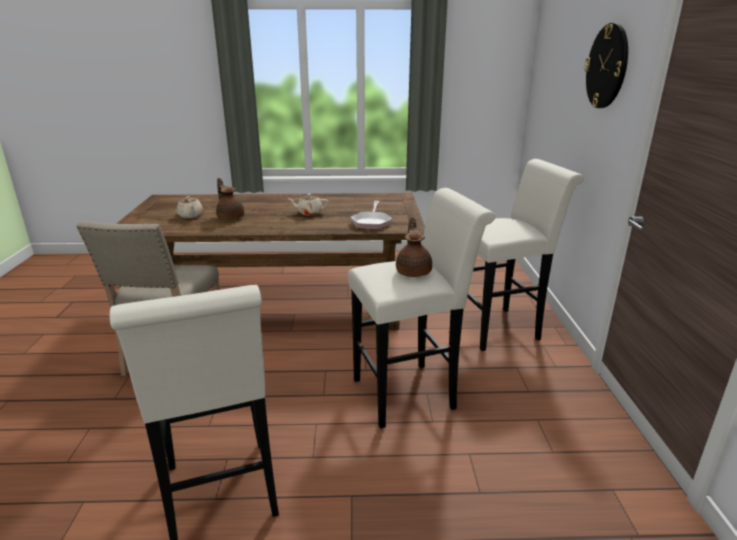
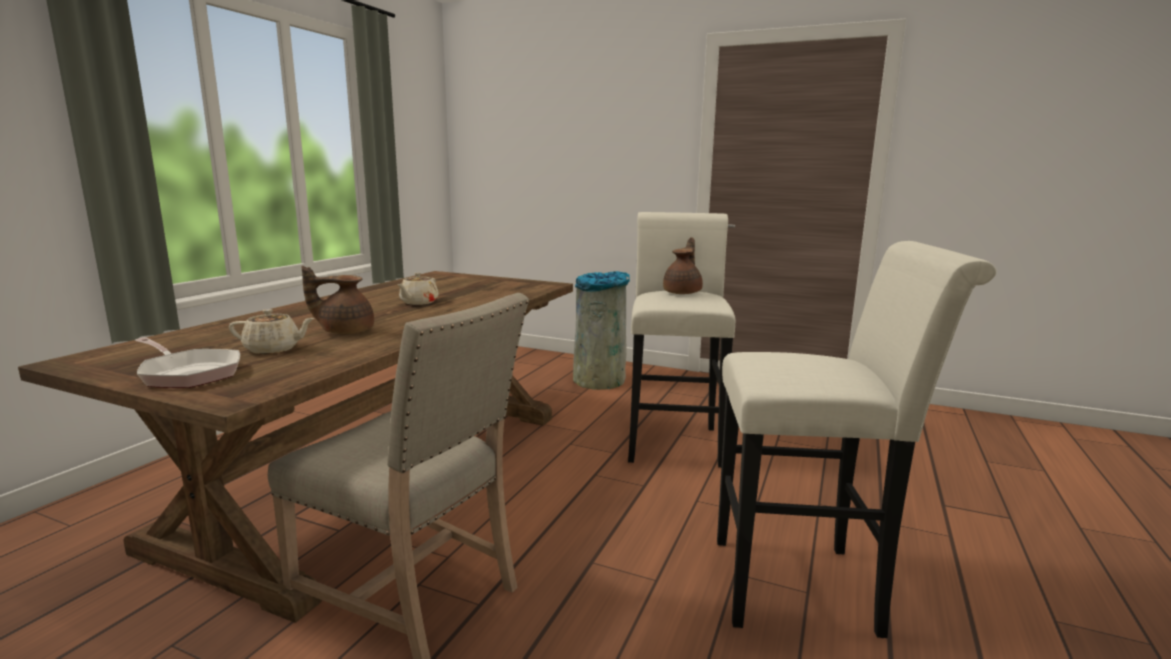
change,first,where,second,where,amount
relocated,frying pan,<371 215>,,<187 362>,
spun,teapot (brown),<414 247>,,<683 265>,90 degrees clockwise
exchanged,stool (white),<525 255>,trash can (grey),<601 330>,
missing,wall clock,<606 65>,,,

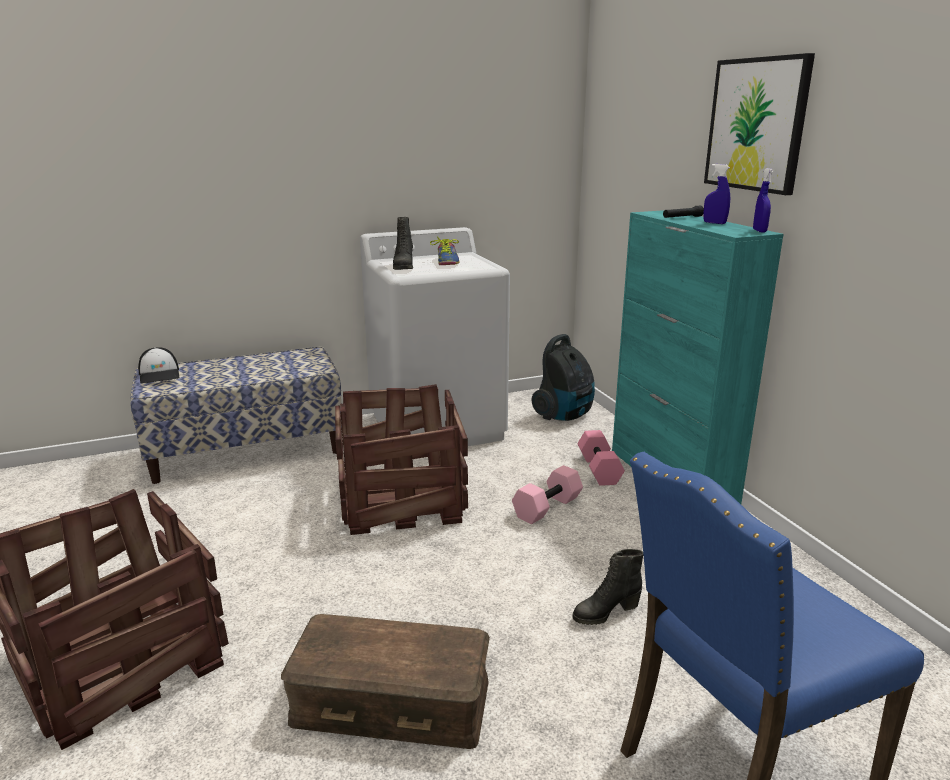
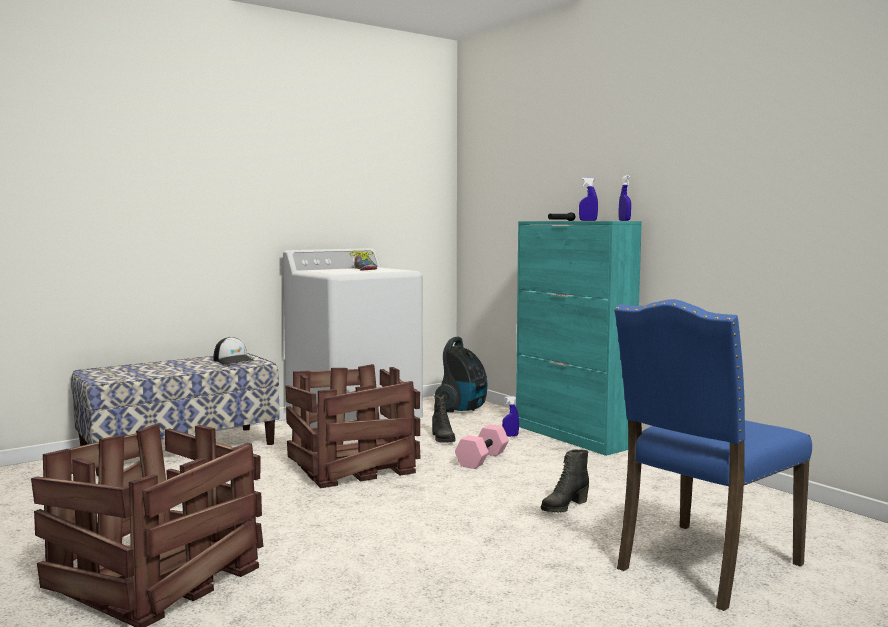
change,first,where,second,where,amount
relocated,cap,<158 365>,,<234 351>,
missing,storage box (brown),<385 681>,,,
relocated,boot (black),<403 243>,,<444 419>,
exchanged,dumbbell (pink),<601 458>,spray bottle (blue),<510 416>,
missing,picture,<759 124>,,,

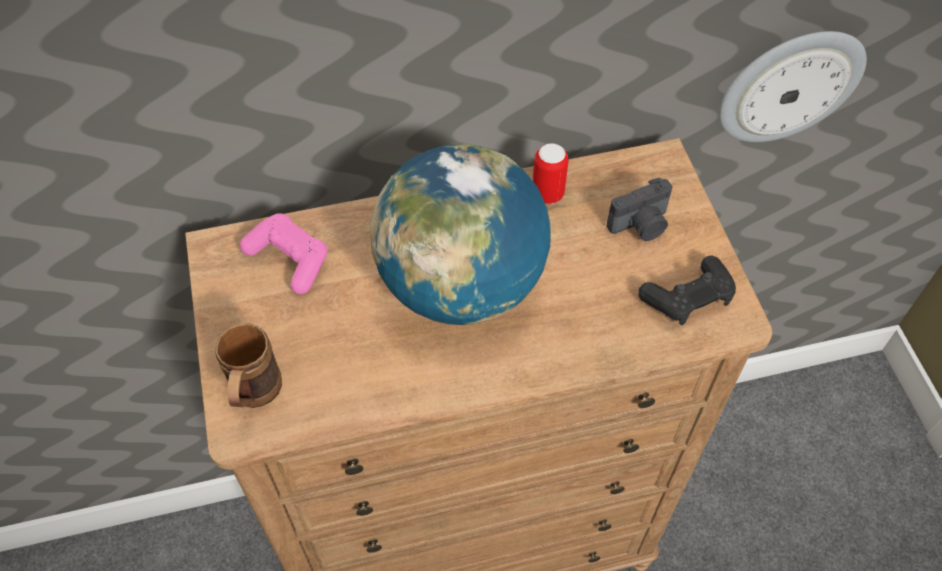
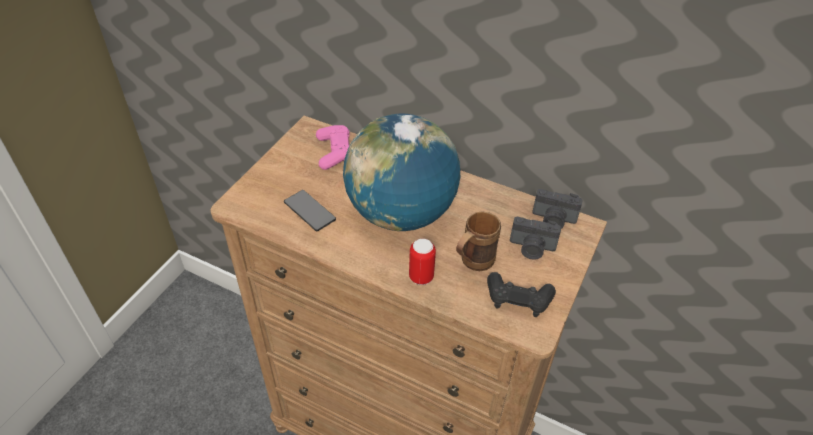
change,first,where,second,where,amount
relocated,mug (brown),<249 365>,,<478 241>,
relocated,can,<551 173>,,<422 261>,
missing,wall clock,<793 86>,,,
appeared,,,phone,<310 210>,
appeared,,,photo camera,<557 209>,

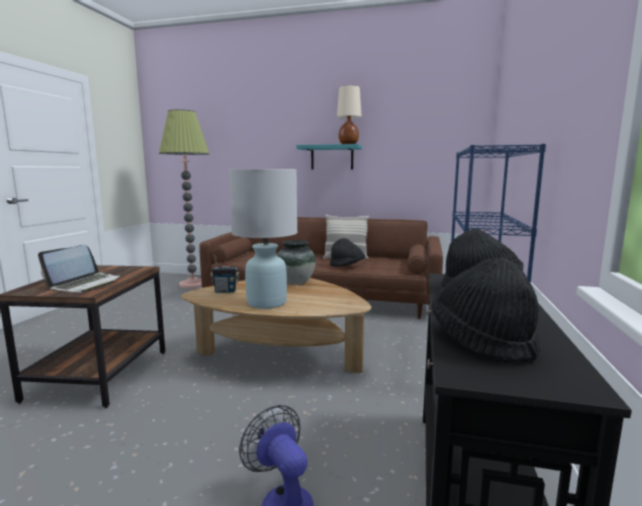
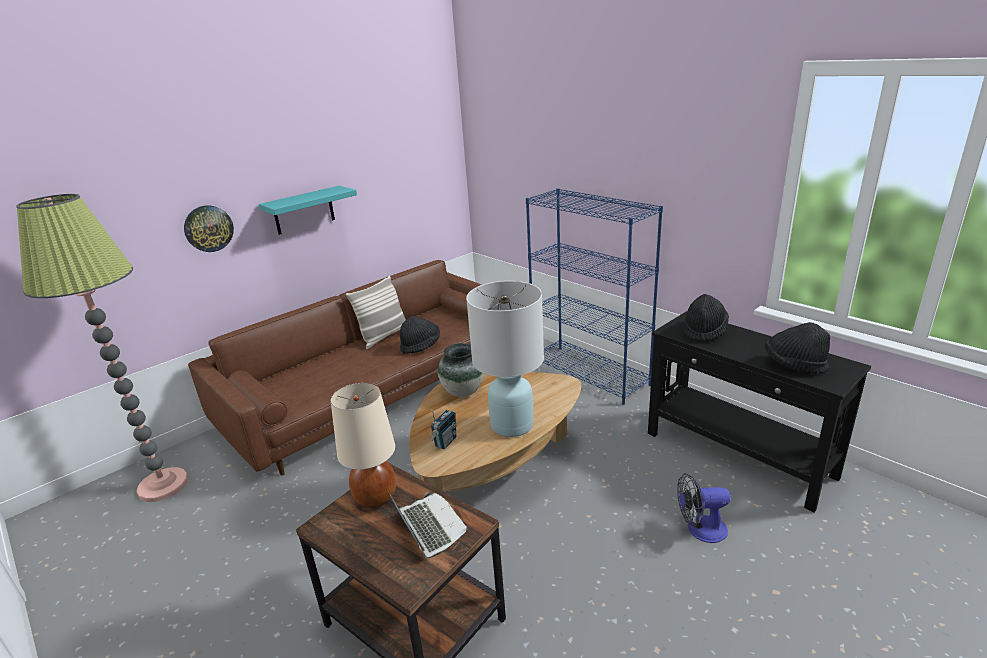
change,first,where,second,where,amount
relocated,table lamp (beige),<349 114>,,<363 445>,
appeared,,,wall clock,<209 228>,

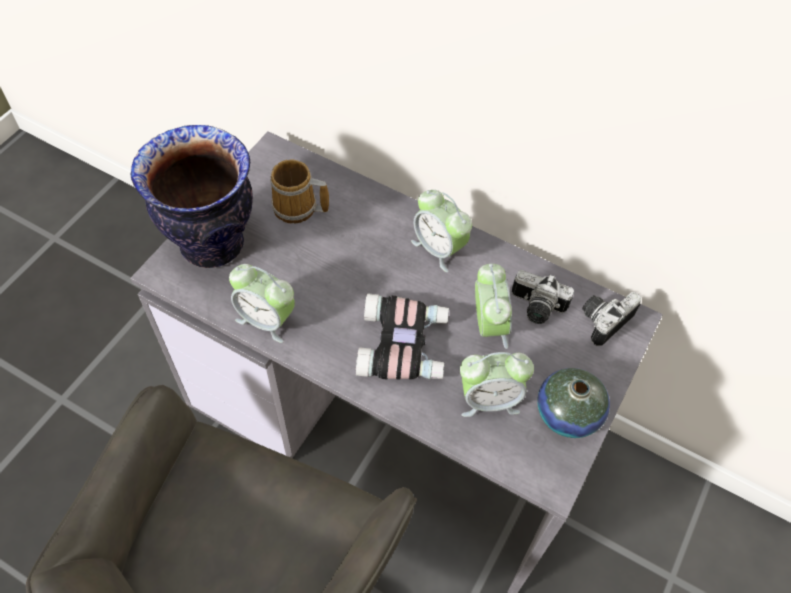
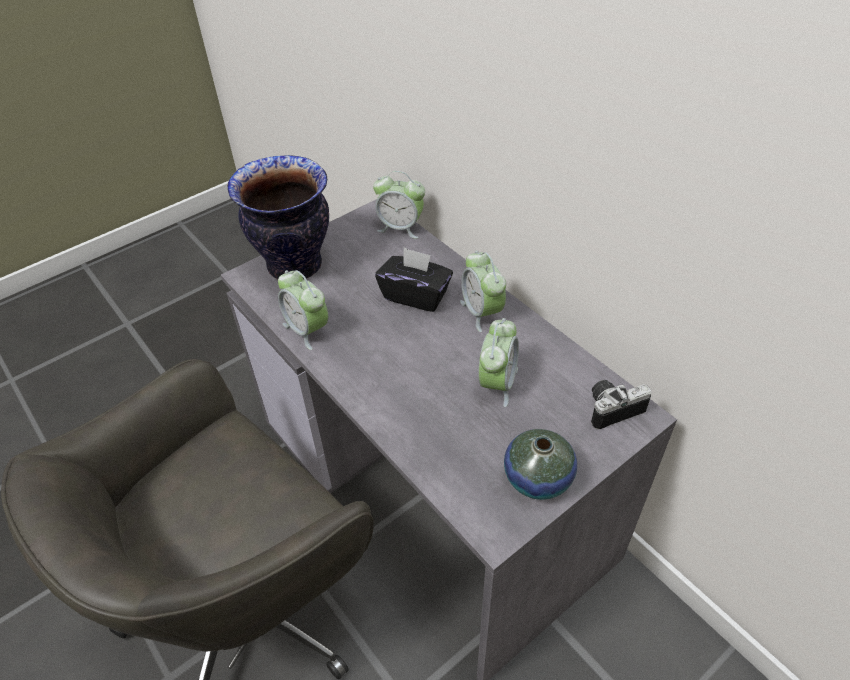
change,first,where,second,where,amount
missing,mug,<299 191>,,,
missing,binoculars,<402 337>,,,
relocated,alarm clock,<497 384>,,<399 205>,
missing,photo camera,<543 297>,,,
appeared,,,tissue box (black),<414 280>,

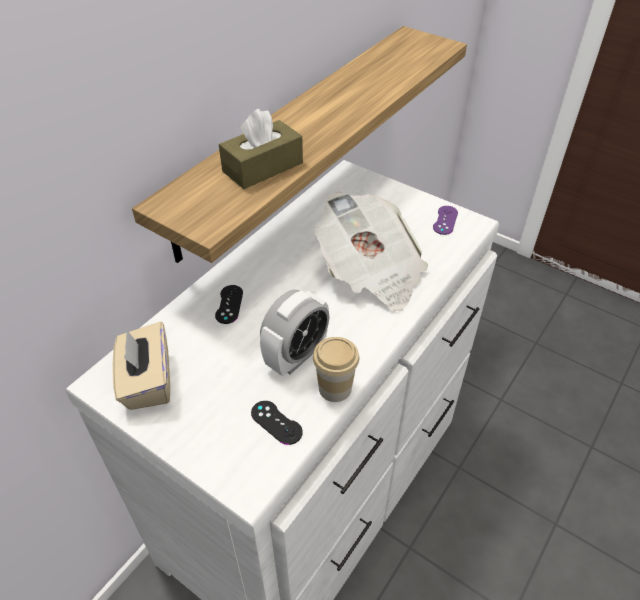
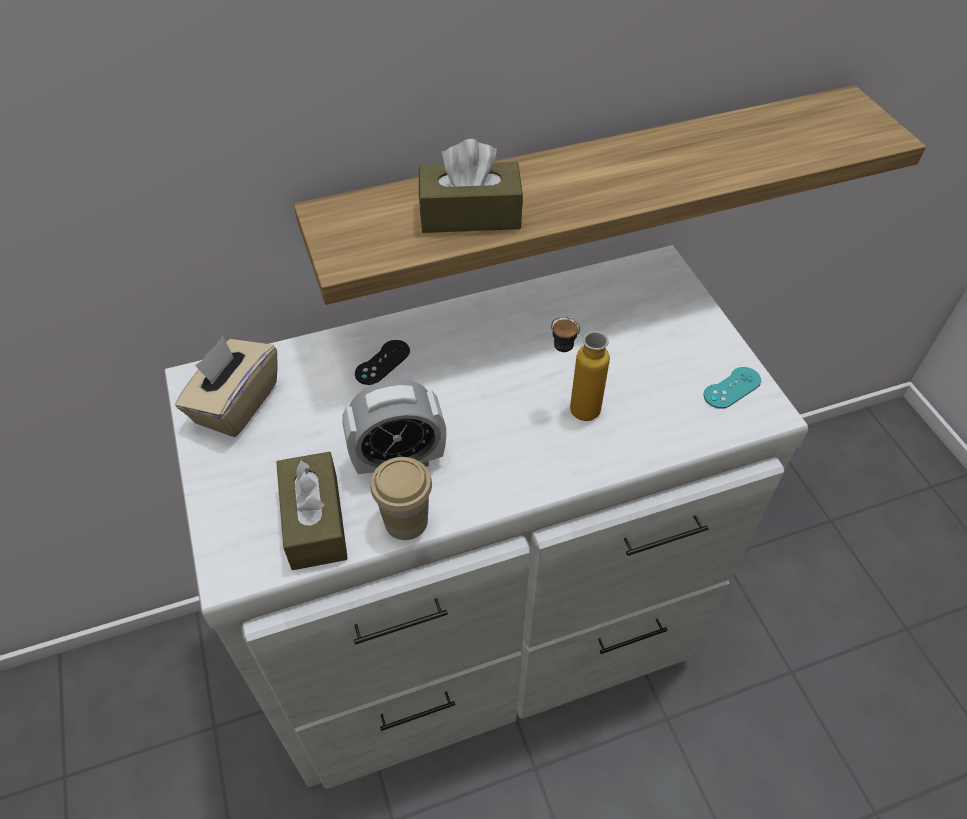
change,first,where,second,where,amount
exchanged,game controller (black),<277 423>,tissue box (brown),<312 511>,
exchanged,newspaper,<371 251>,bottle,<580 368>,
colour,game controller (purple),<445 220>,game controller (turquoise),<732 388>,

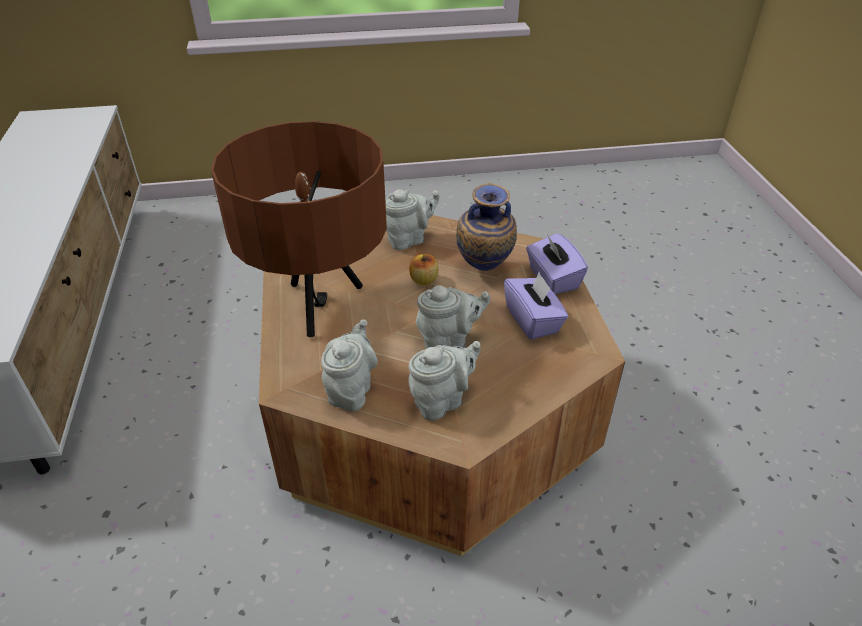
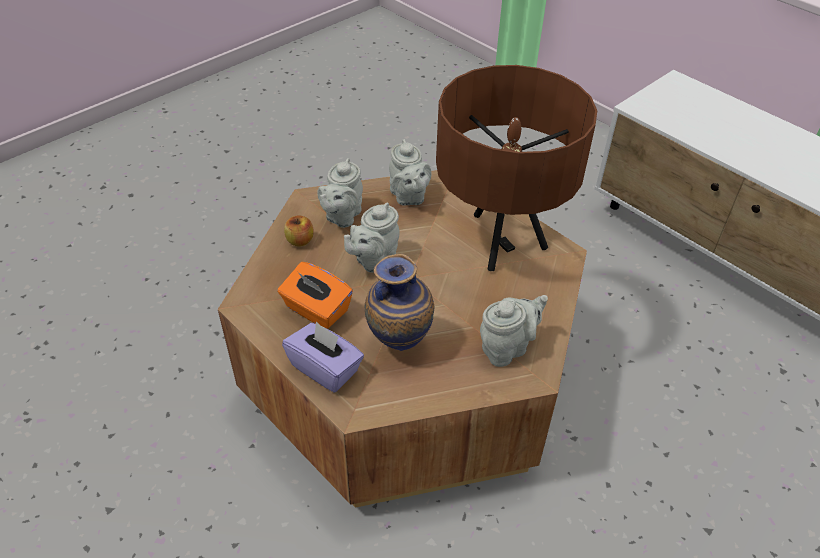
change,first,where,second,where,amount
spun,teapot (grey),<412 219>,,<514 331>,150 degrees counterclockwise
relocated,apple,<423 269>,,<299 231>,
colour,tissue box (purple),<536 306>,tissue box (orange),<315 295>,

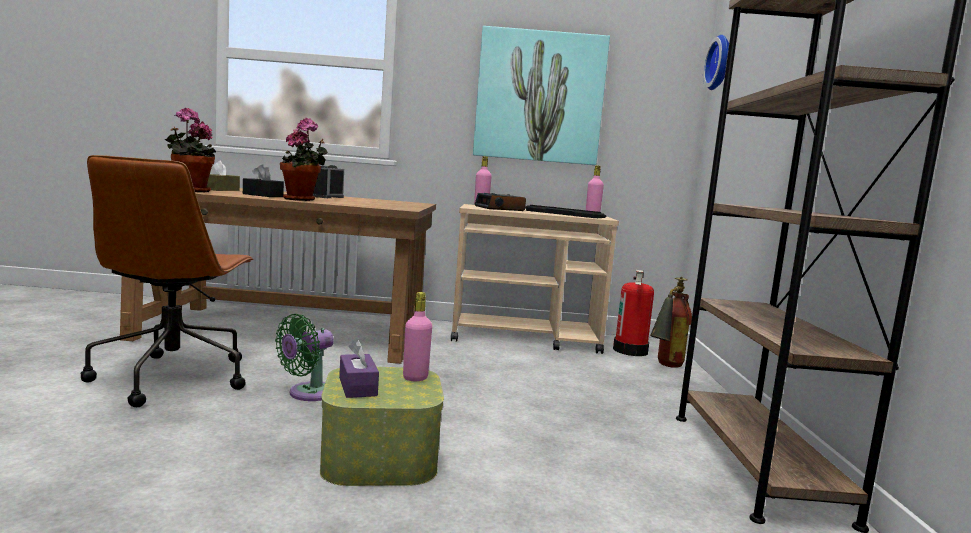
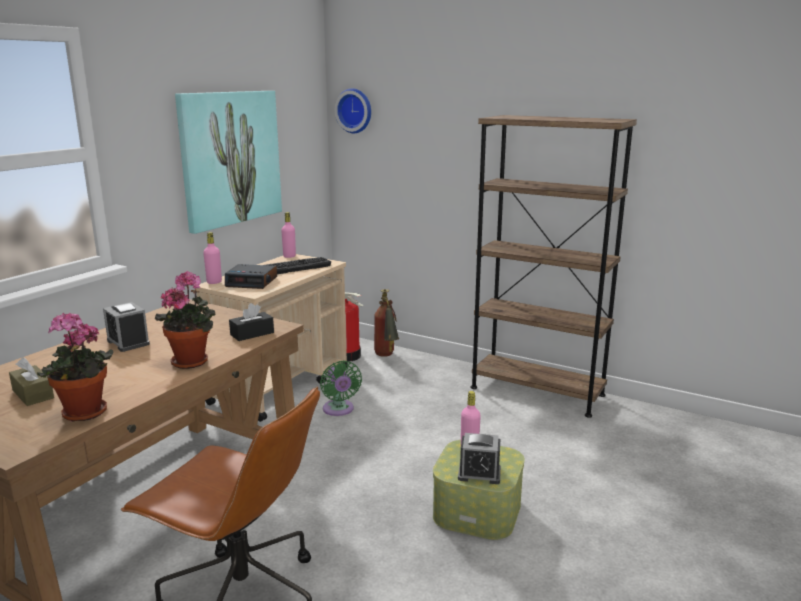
change,first,where,second,where,amount
relocated,tissue box (black),<263 180>,,<251 322>,
relocated,fan (green),<304 357>,,<341 388>,
exchanged,tissue box (purple),<359 368>,alarm clock,<479 458>,

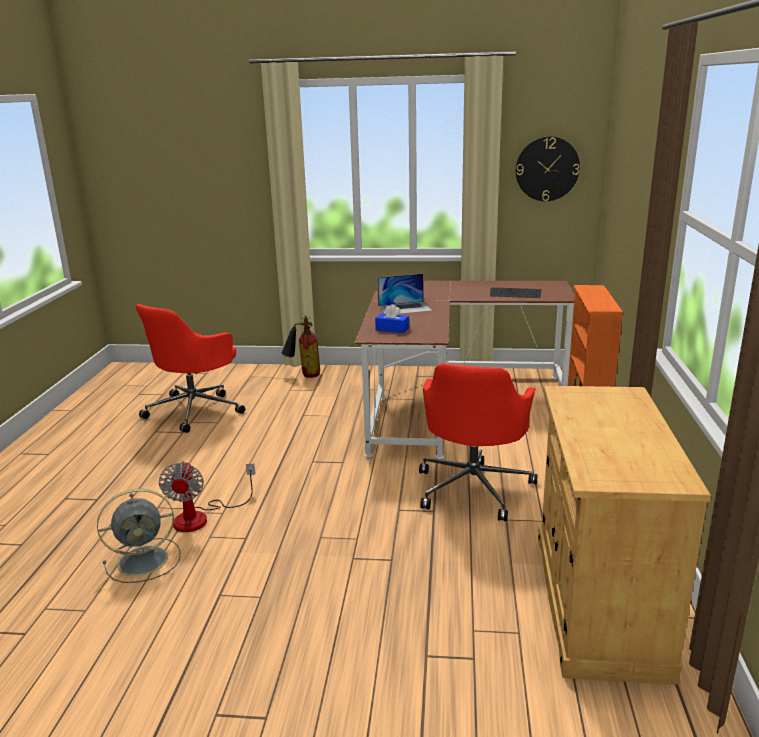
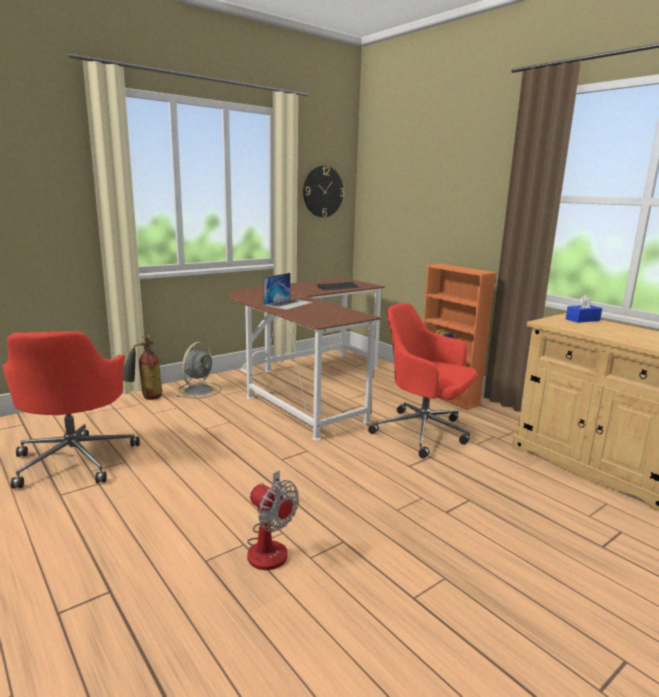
change,first,where,second,where,amount
relocated,fan (grey),<139 536>,,<199 370>,
relocated,tissue box (blue),<392 318>,,<584 308>,
spun,office chair (red),<478 442>,,<422 381>,150 degrees clockwise

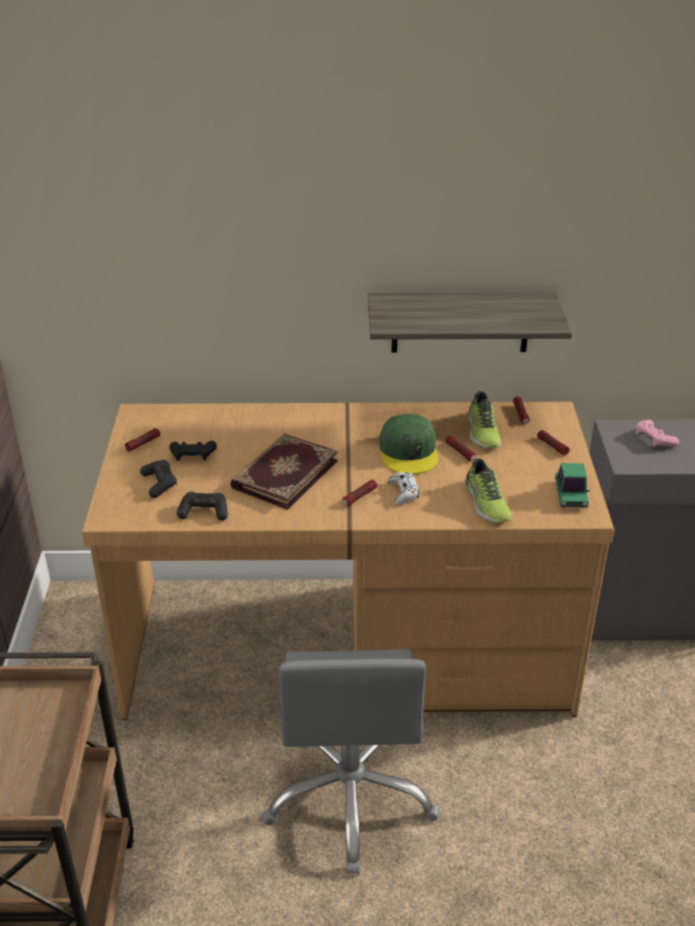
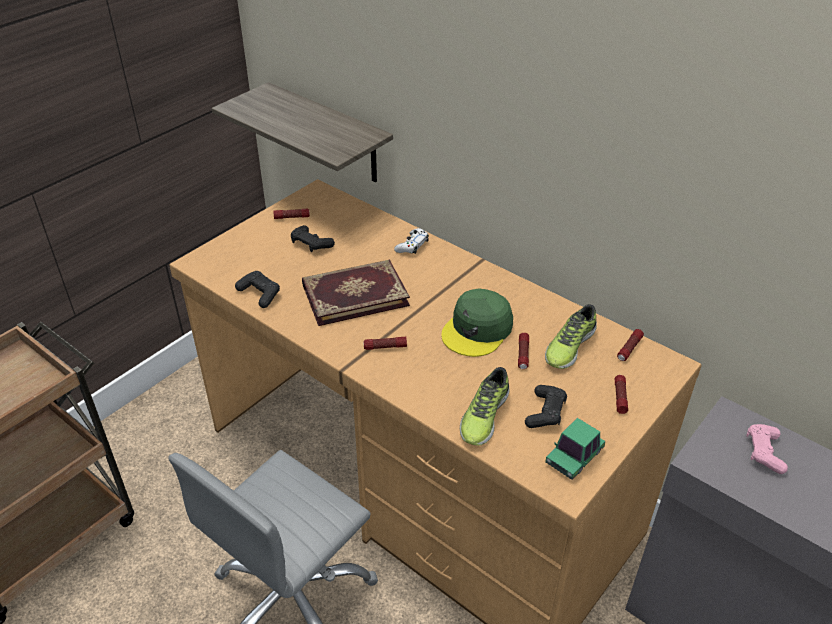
change,first,where,second,where,amount
relocated,game controller (black),<158 479>,,<546 406>,
relocated,shelf,<470 322>,,<302 132>,
relocated,game controller (white),<403 488>,,<411 241>,

